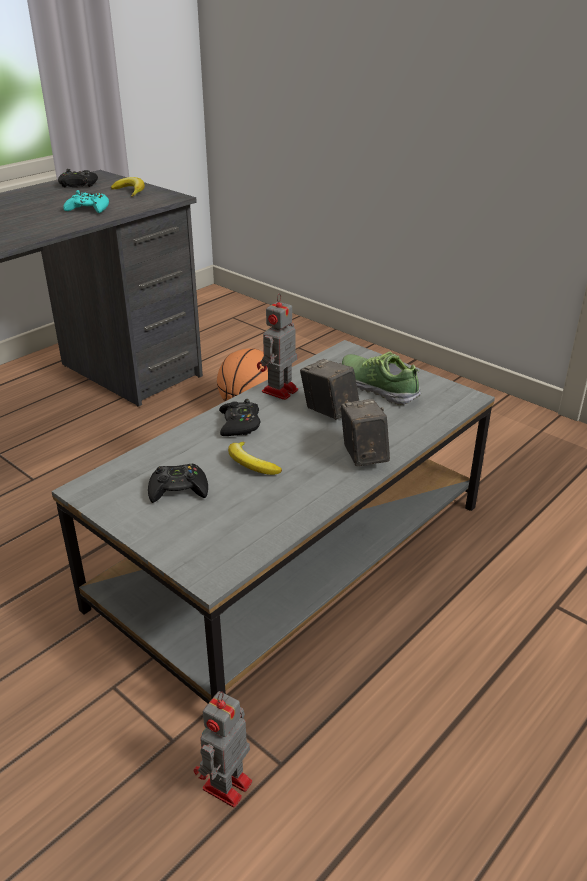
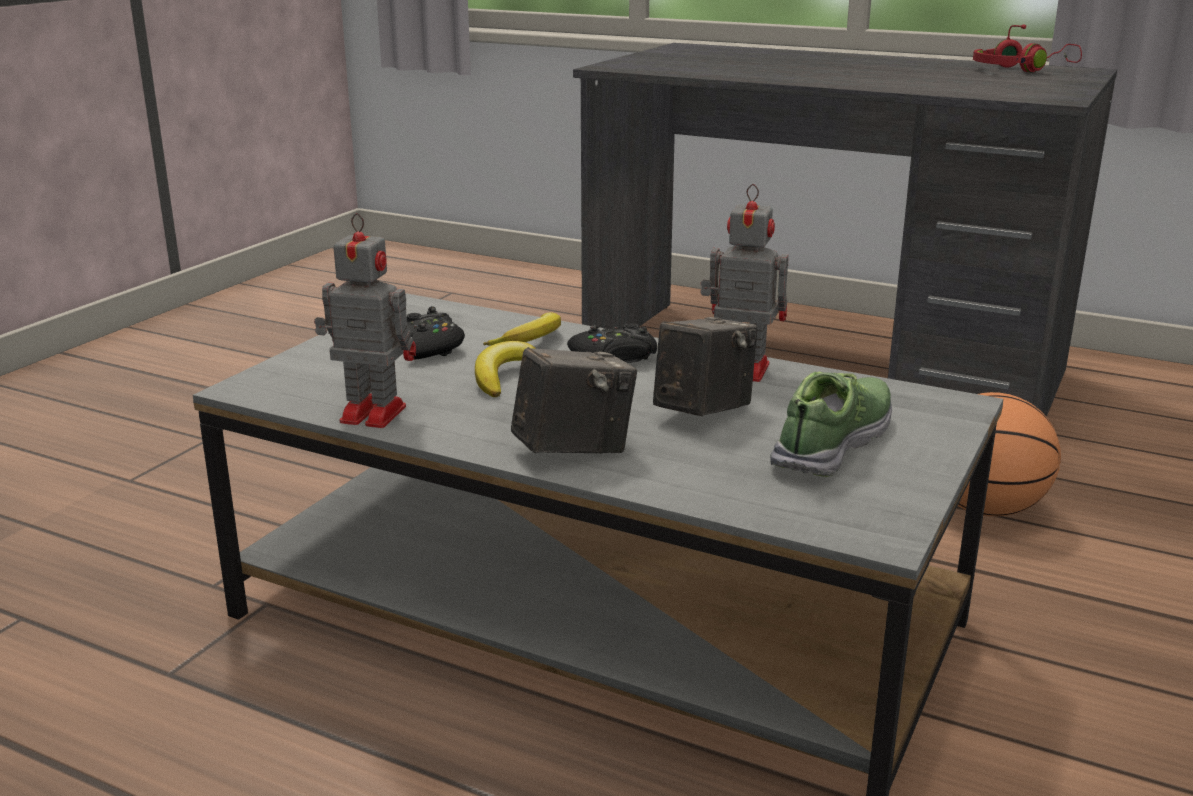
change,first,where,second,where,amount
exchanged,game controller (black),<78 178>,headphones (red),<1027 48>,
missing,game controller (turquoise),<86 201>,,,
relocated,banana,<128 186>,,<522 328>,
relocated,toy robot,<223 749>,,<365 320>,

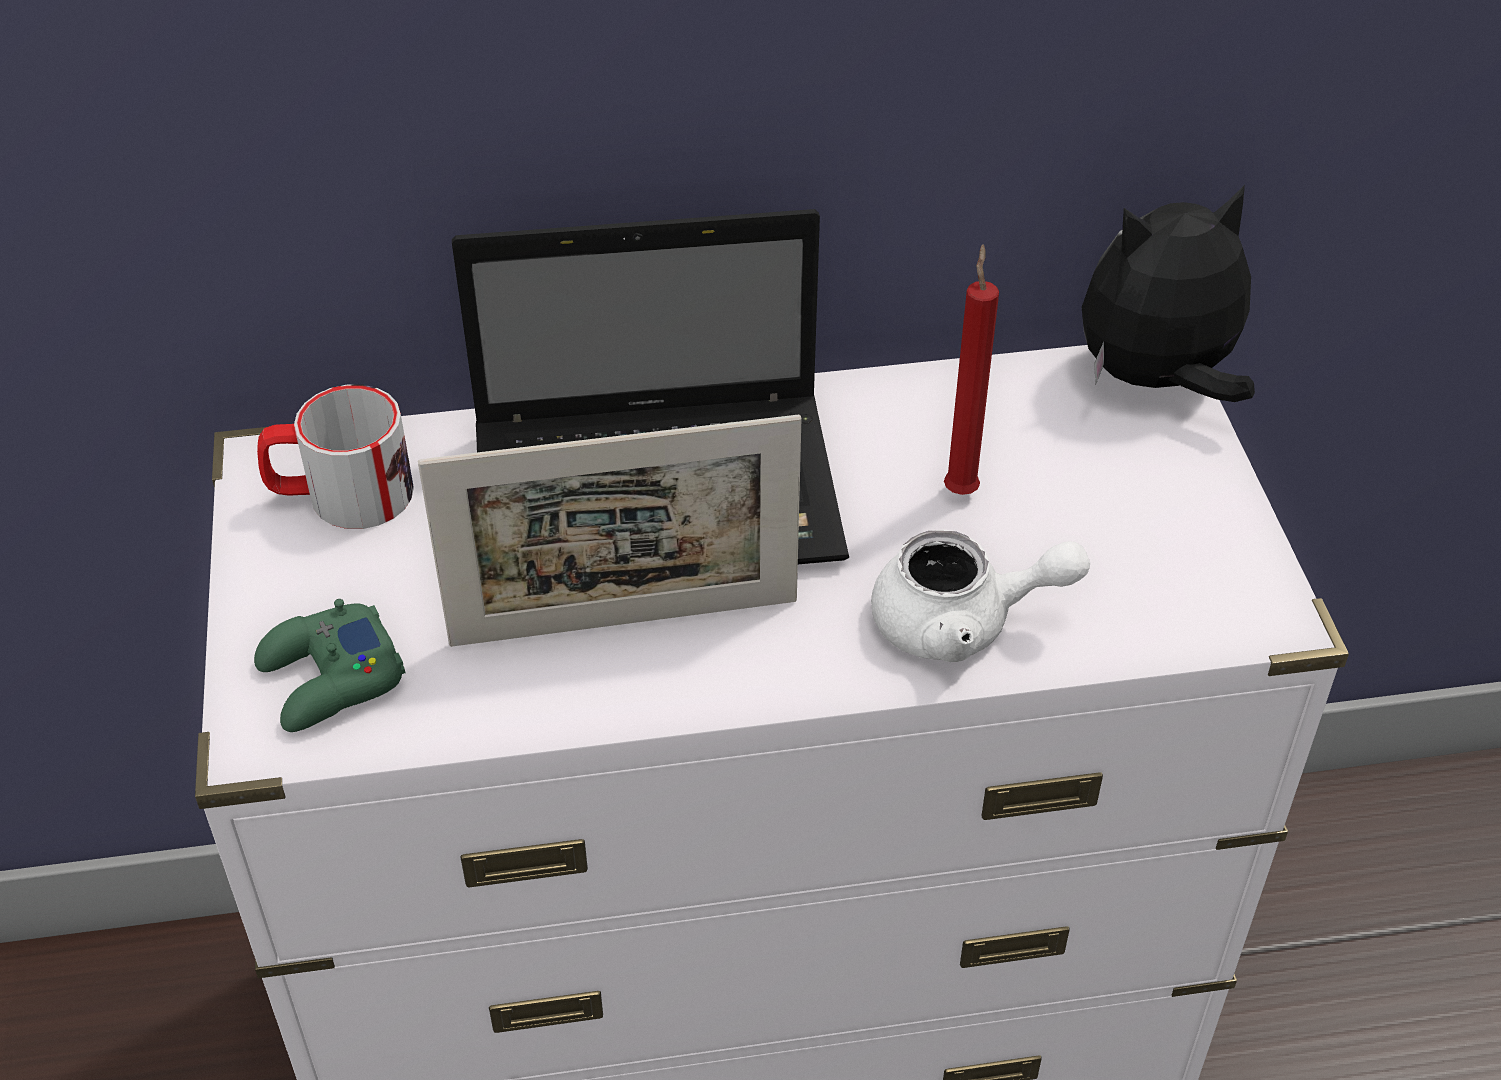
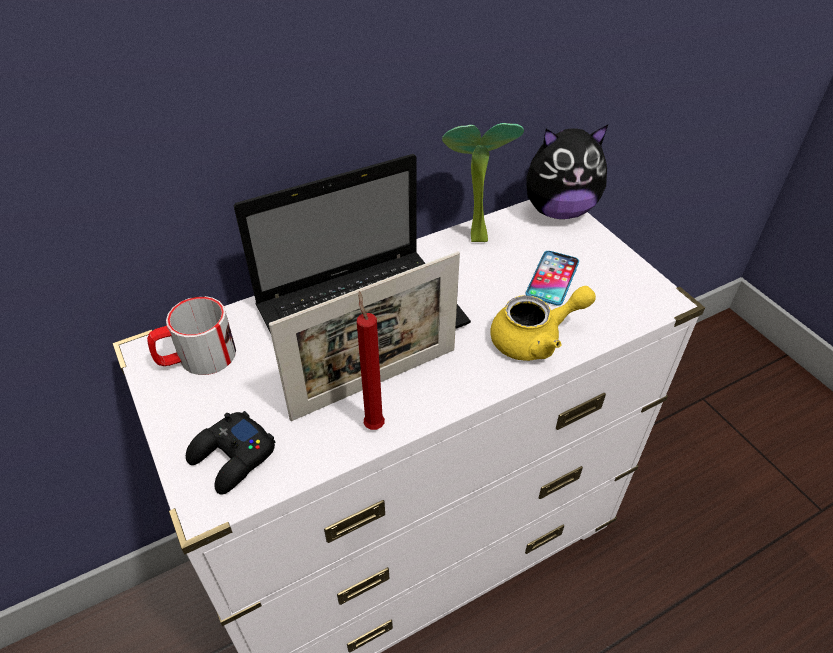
change,first,where,second,where,amount
colour,game controller (green),<329 665>,game controller (black),<231 453>,
colour,teapot (white),<980 596>,teapot (yellow),<543 323>,
relocated,candle (red),<971 369>,,<371 360>,
spun,plush toy,<1168 293>,,<567 172>,150 degrees counterclockwise
appeared,,,potted plant,<483 182>,
appeared,,,phone,<552 278>,

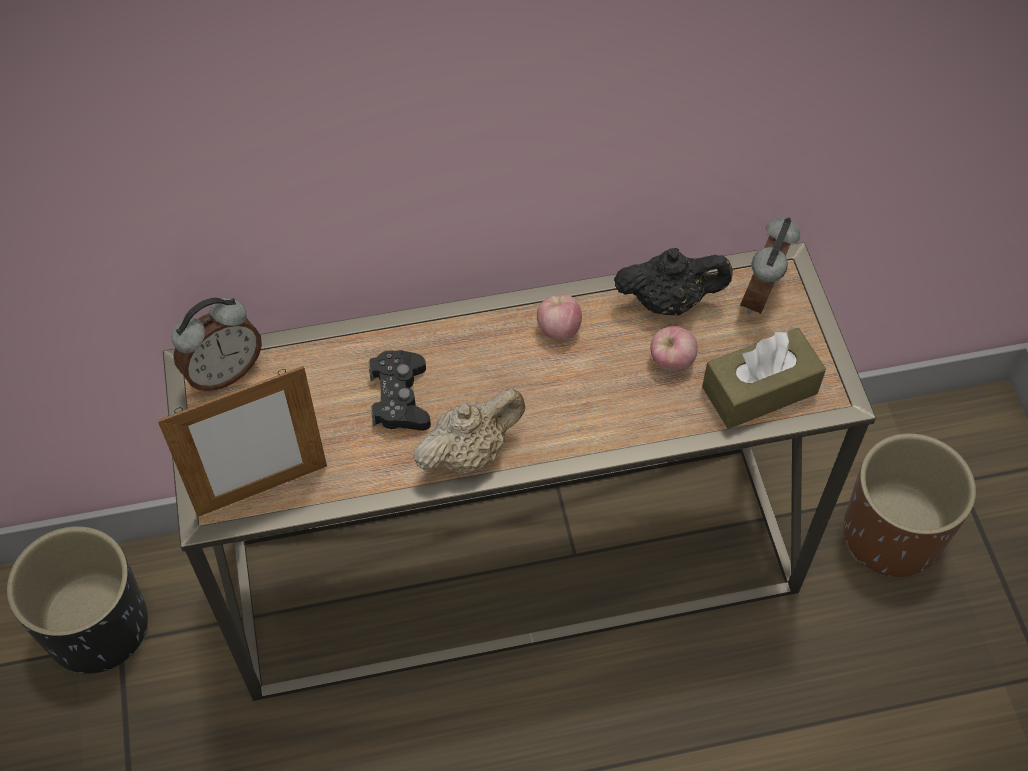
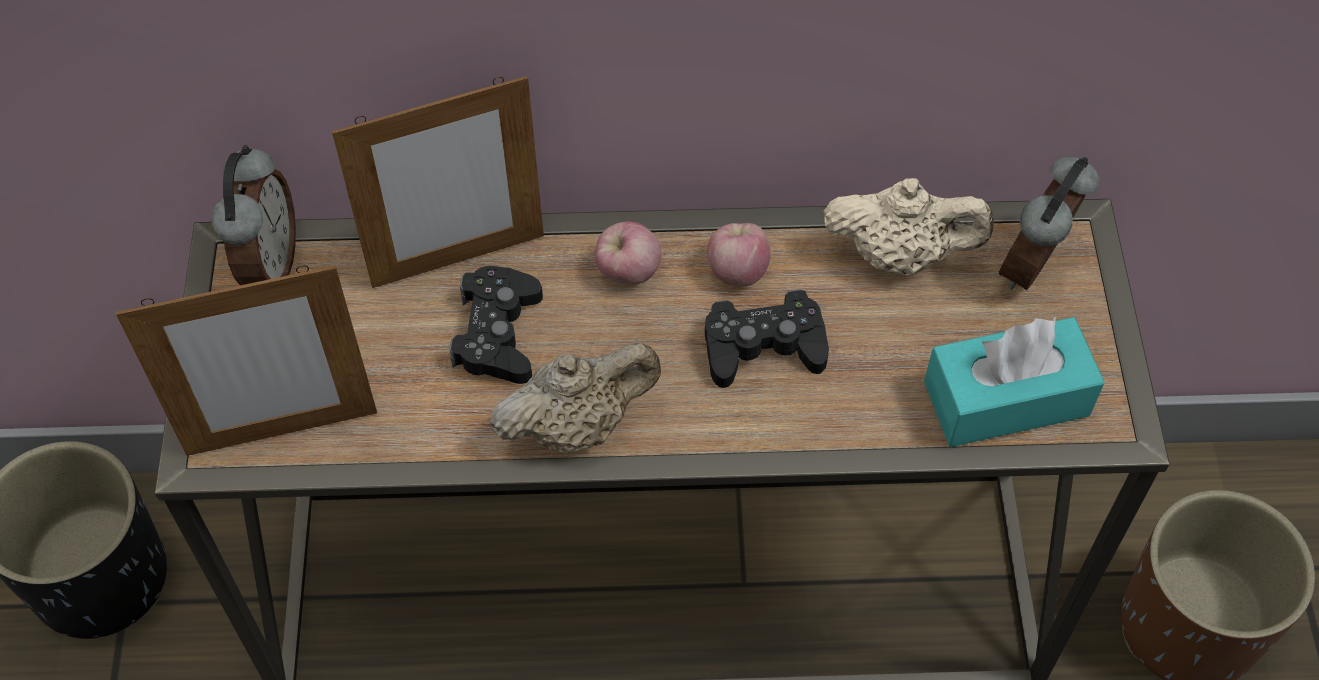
change,first,where,second,where,amount
spun,alarm clock,<216 344>,,<253 215>,60 degrees counterclockwise
colour,teapot (black),<673 282>,teapot (beige),<908 227>,
relocated,apple,<674 348>,,<628 253>,
colour,tissue box (brown),<764 378>,tissue box (turquoise),<1014 381>,
appeared,,,picture frame,<438 182>,
appeared,,,game controller (black),<767 338>,

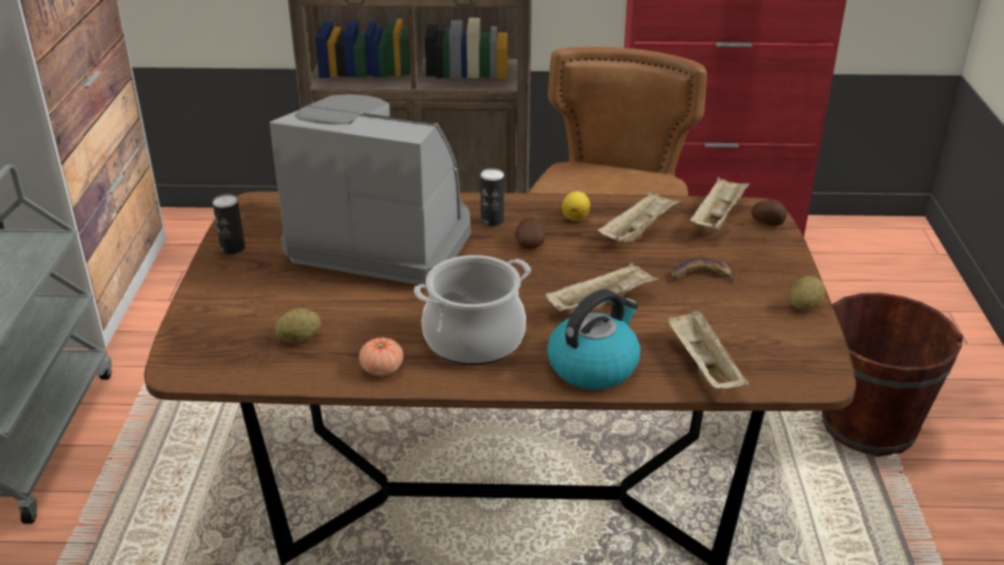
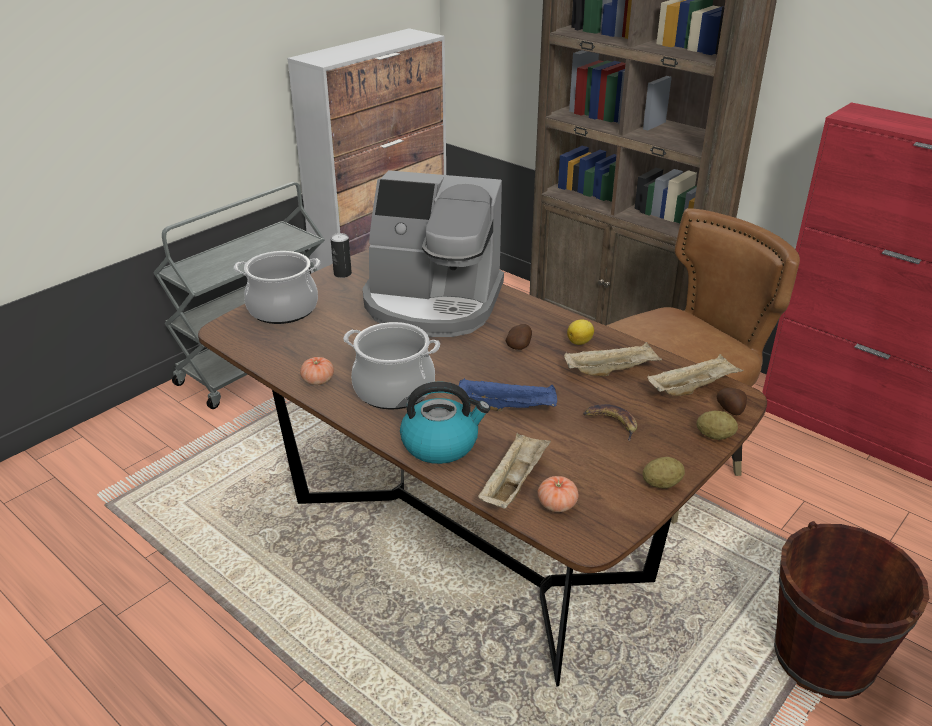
change,first,where,second,where,amount
spun,coffee machine,<370 189>,,<433 253>,135 degrees clockwise
relocated,potato,<298 325>,,<717 425>,
missing,can,<492 197>,,,
colour,tray (beige),<602 287>,tray (blue),<507 394>,
appeared,,,cooking pot,<277 287>,
appeared,,,tomato,<558 494>,

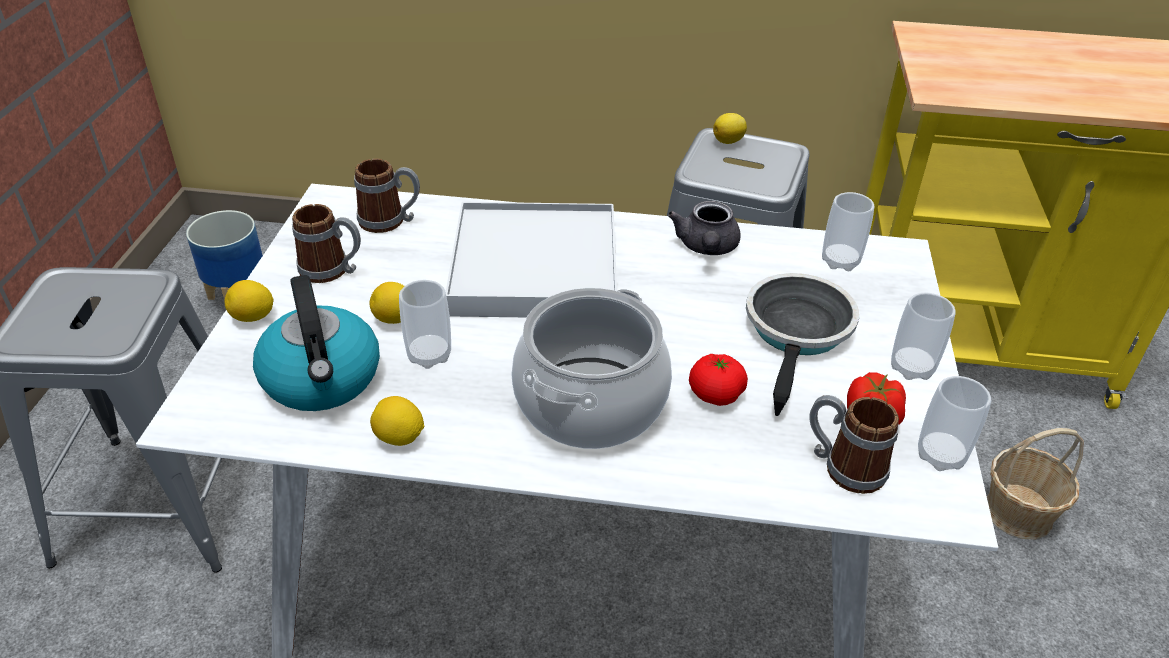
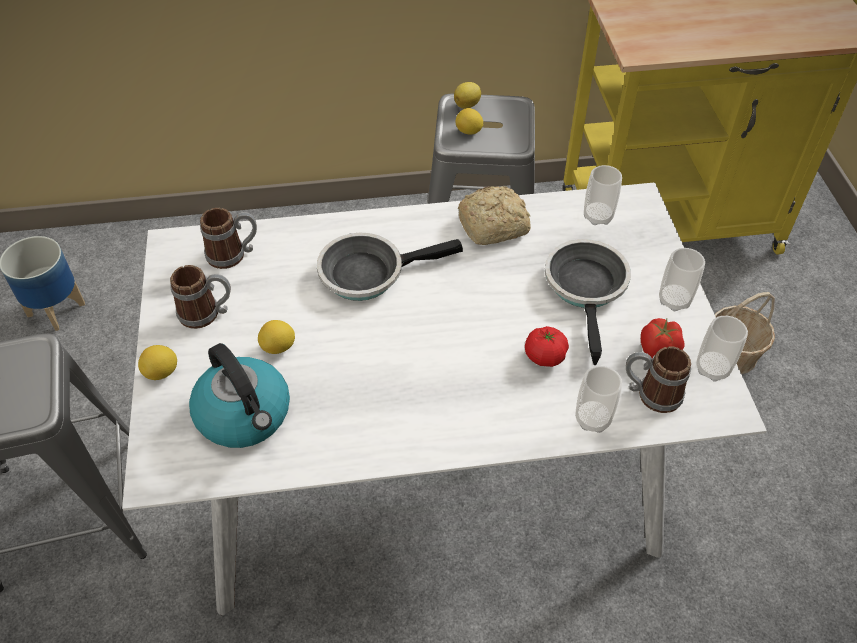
change,first,where,second,where,amount
relocated,lemon,<397 421>,,<469 121>,
relocated,cup,<425 324>,,<599 399>,
exchanged,tray (white),<531 259>,frying pan,<390 267>,
missing,cooking pot,<591 368>,,,
exchanged,teapot (grey),<704 228>,bread,<494 215>,

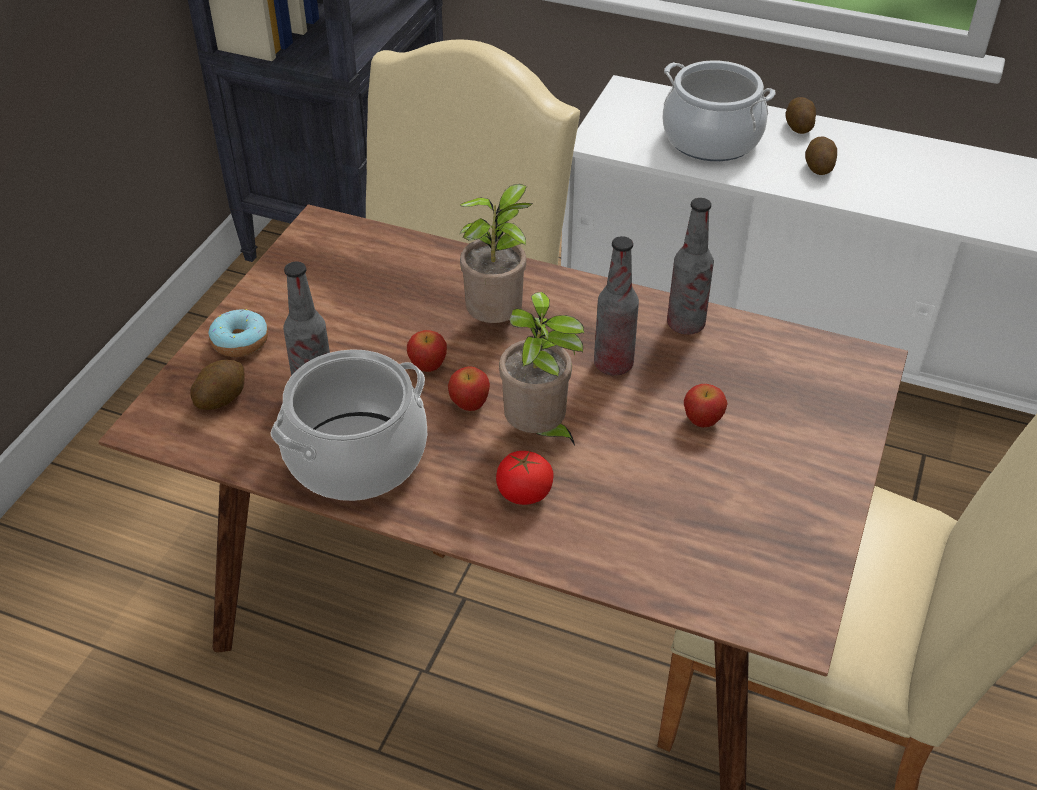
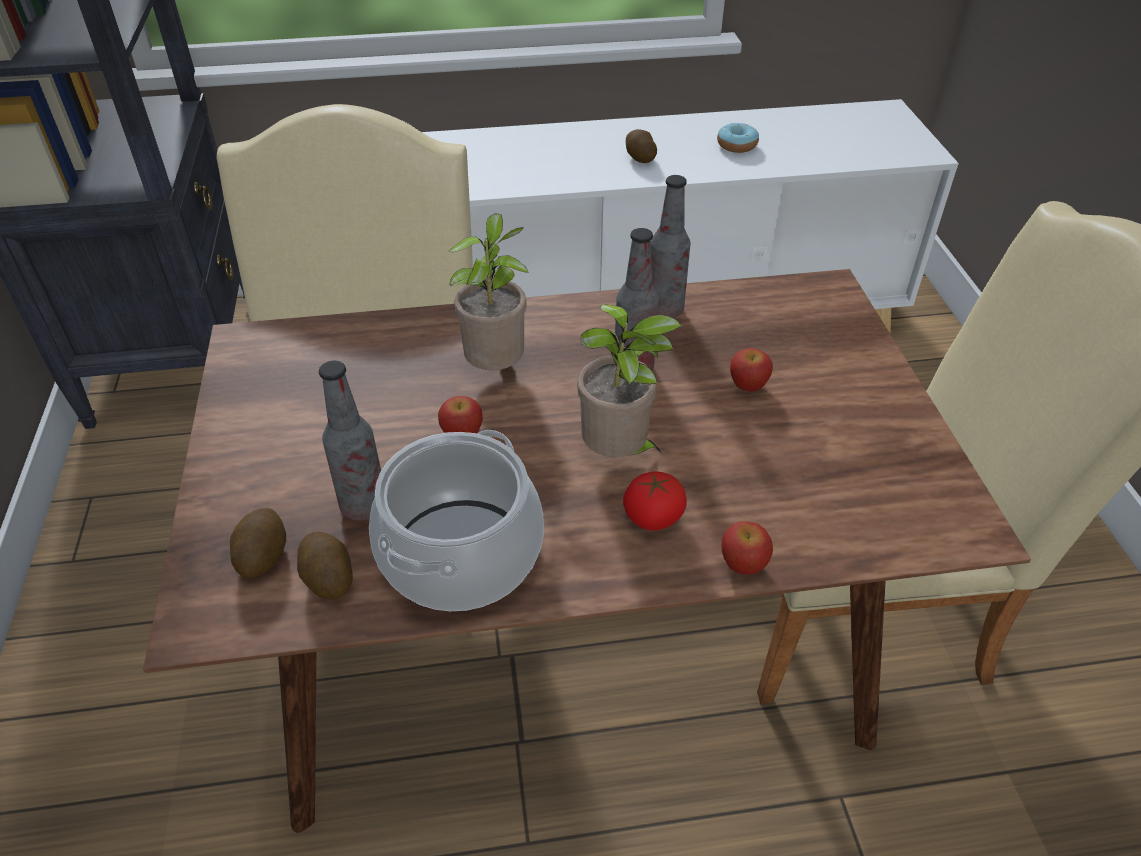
change,first,where,second,where,amount
relocated,donut,<238 333>,,<738 138>,
relocated,apple,<469 388>,,<747 548>,
missing,cooking pot,<719 110>,,,
relocated,potato,<800 115>,,<325 566>,

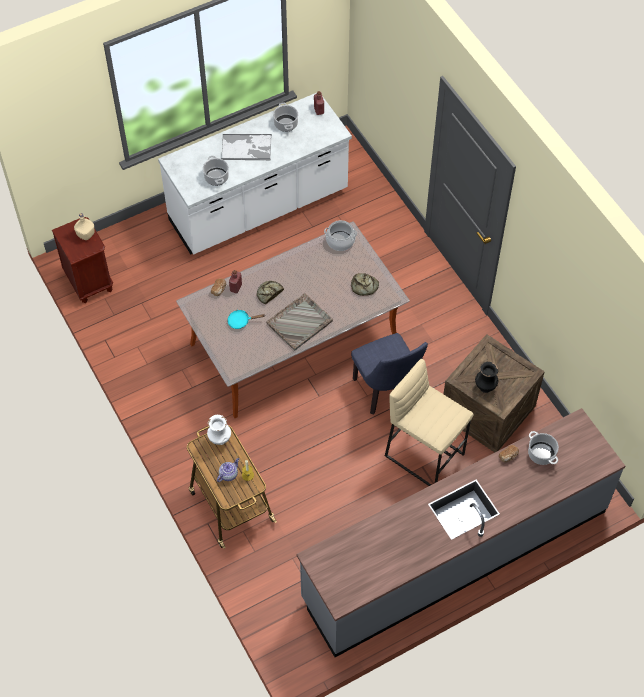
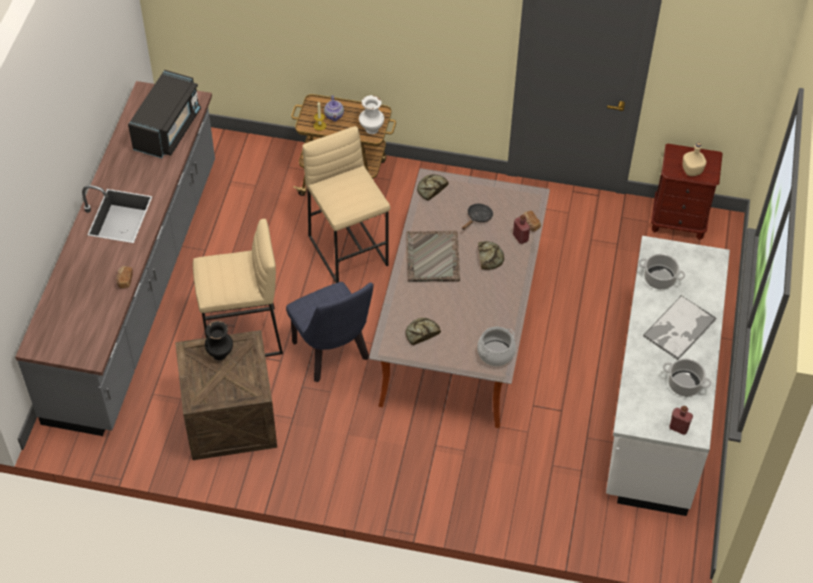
change,first,where,second,where,amount
colour,frying pan (turquoise),<246 319>,frying pan (black),<477 217>,
spun,chair (blue),<389 374>,,<329 332>,135 degrees counterclockwise
missing,cooking pot,<543 448>,,,
appeared,,,microwave (black),<164 114>,
appeared,,,stool (beige),<346 204>,
appeared,,,bread,<433 187>,

